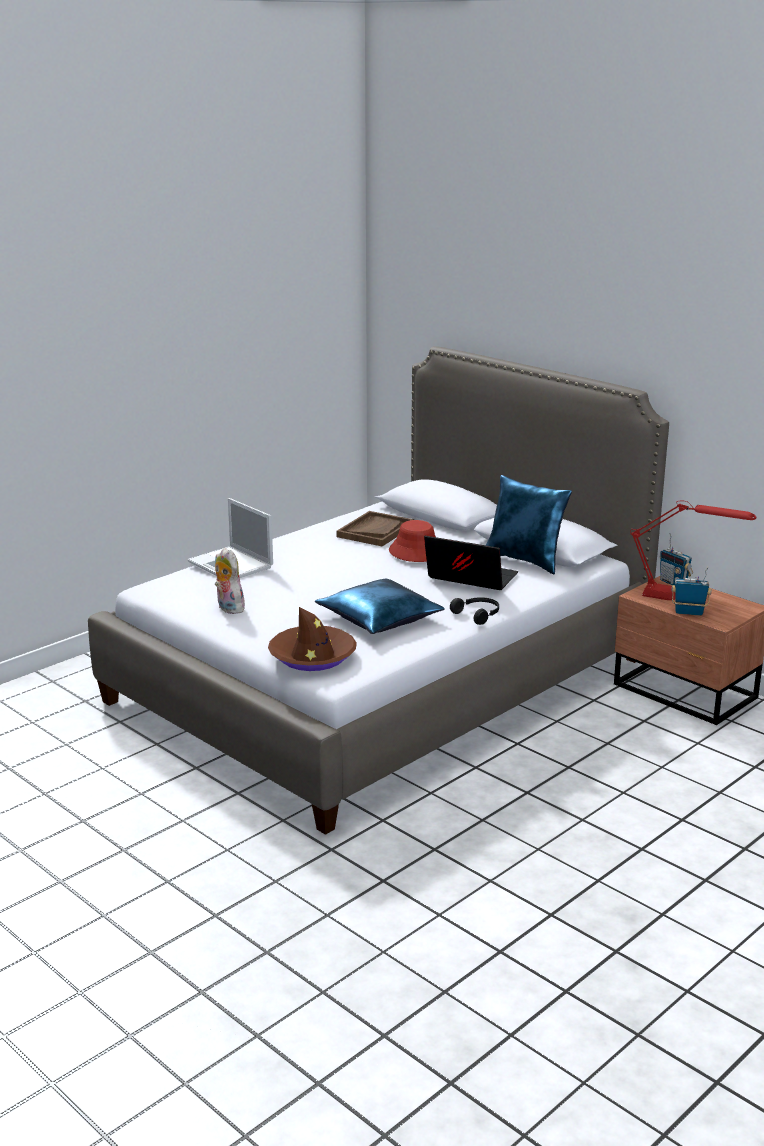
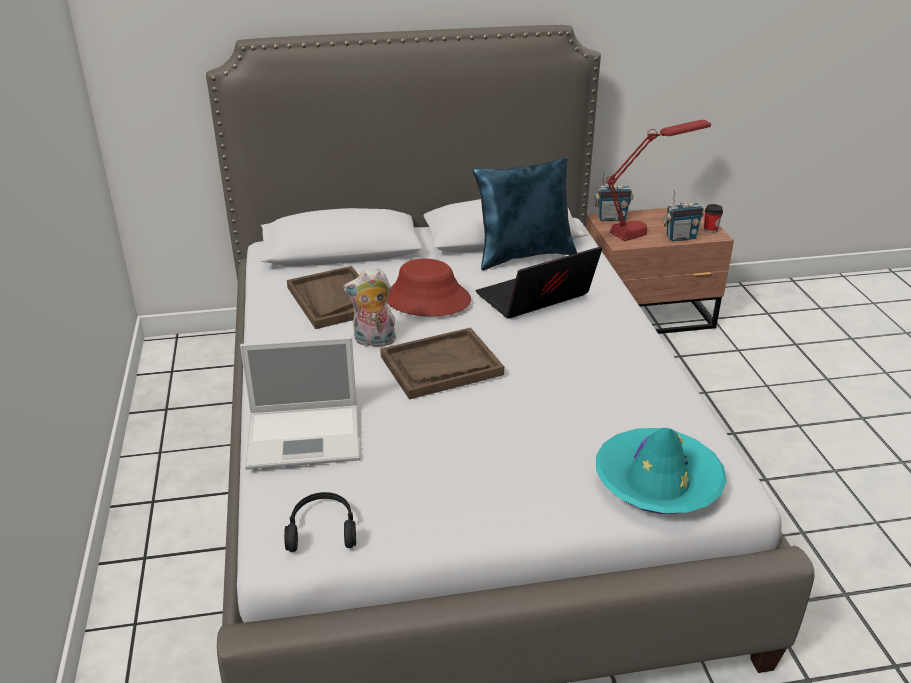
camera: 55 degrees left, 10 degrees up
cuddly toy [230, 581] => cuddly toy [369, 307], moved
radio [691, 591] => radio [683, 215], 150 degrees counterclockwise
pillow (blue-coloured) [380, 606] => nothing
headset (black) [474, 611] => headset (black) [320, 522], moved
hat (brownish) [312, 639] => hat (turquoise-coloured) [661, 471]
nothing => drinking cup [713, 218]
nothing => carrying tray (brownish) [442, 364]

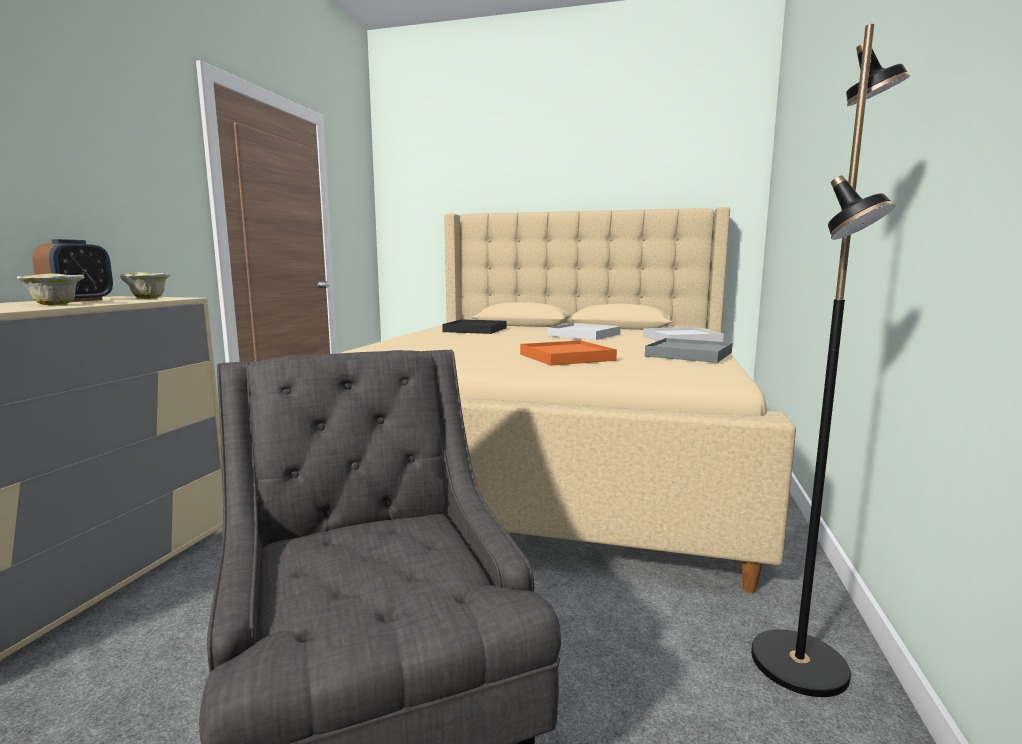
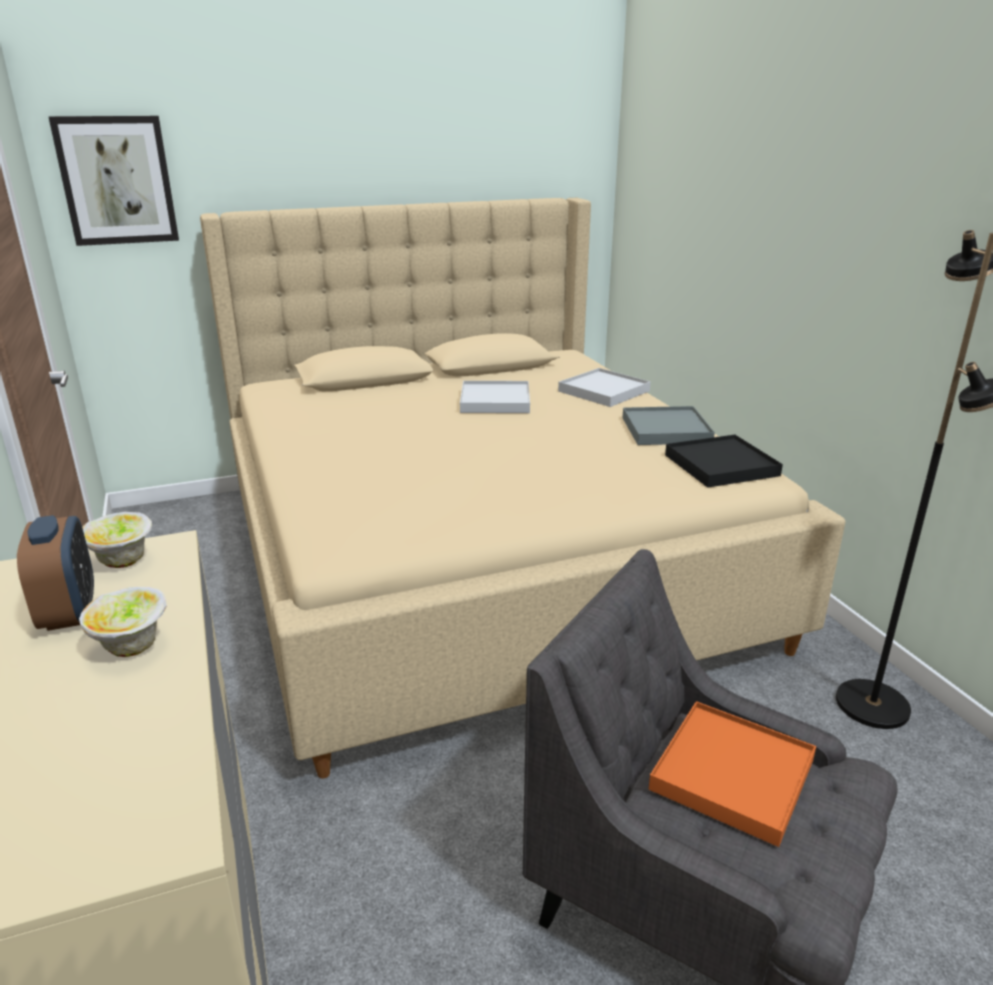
camera: 35 degrees left, 15 degrees up
carrying tray (black) [474, 326] => carrying tray (black) [724, 461], moved
carrying tray (orange) [568, 353] => carrying tray (orange) [732, 774], moved
nothing => picture [114, 181]

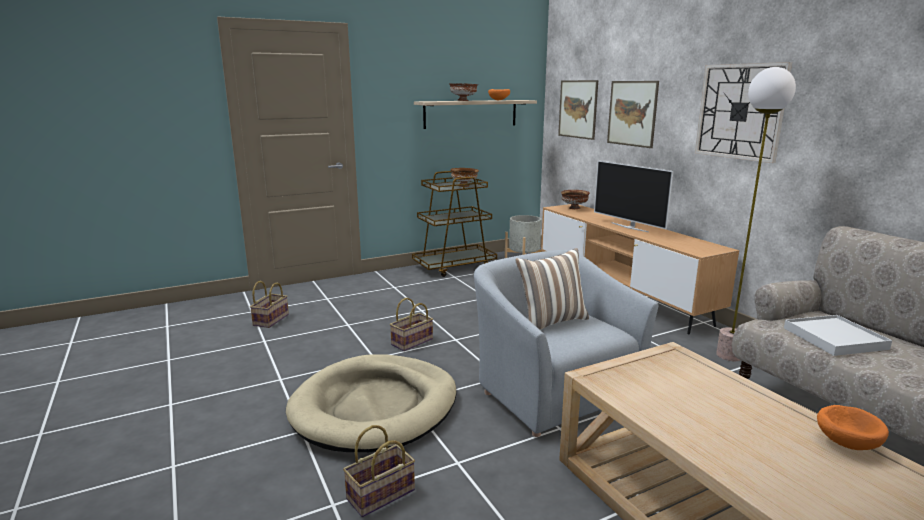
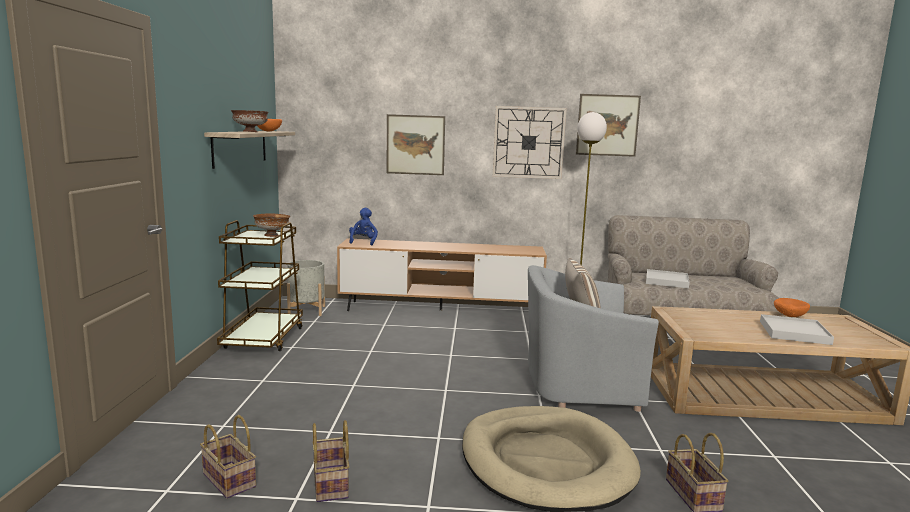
camera: 60 degrees left, 5 degrees down
picture [578, 110] => picture [608, 125], moved
TV set [633, 196] => nothing
bowl (brownish) [575, 199] => cuddly toy (blue-coloured) [363, 226]
household basket [411, 324] => household basket [330, 461], moved
nothing => carrying tray (whitish) [797, 329]

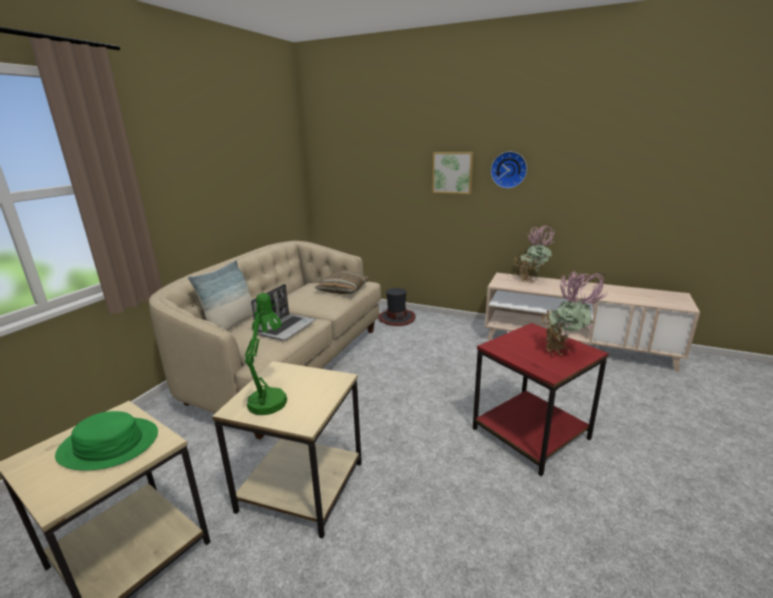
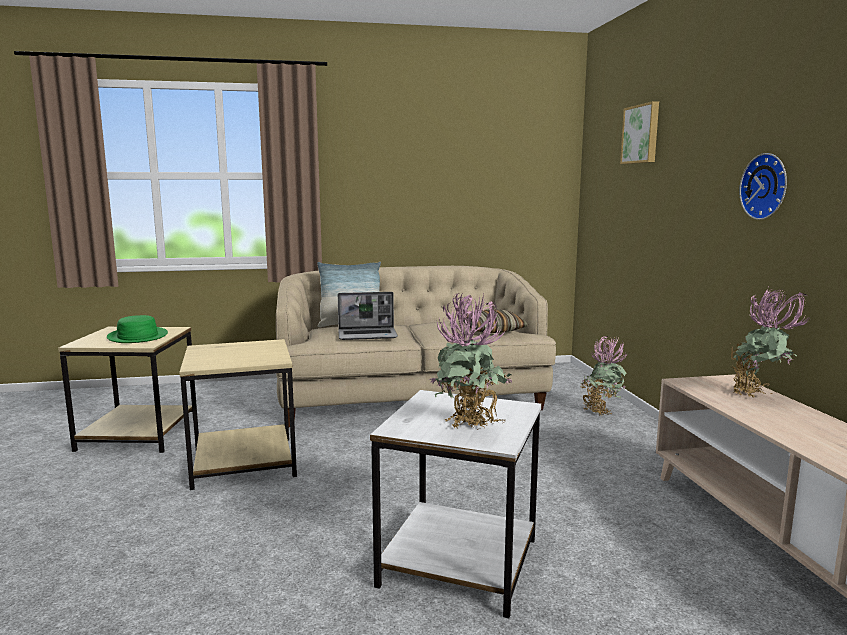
camera: 55 degrees right, 10 degrees down
picture [452, 173] => picture [639, 132], moved
hat [397, 307] => plant in a pot [604, 376]
table lamp (green-coloured) [266, 354] => nothing
accent table (red) [541, 399] => accent table (whitish) [455, 504]

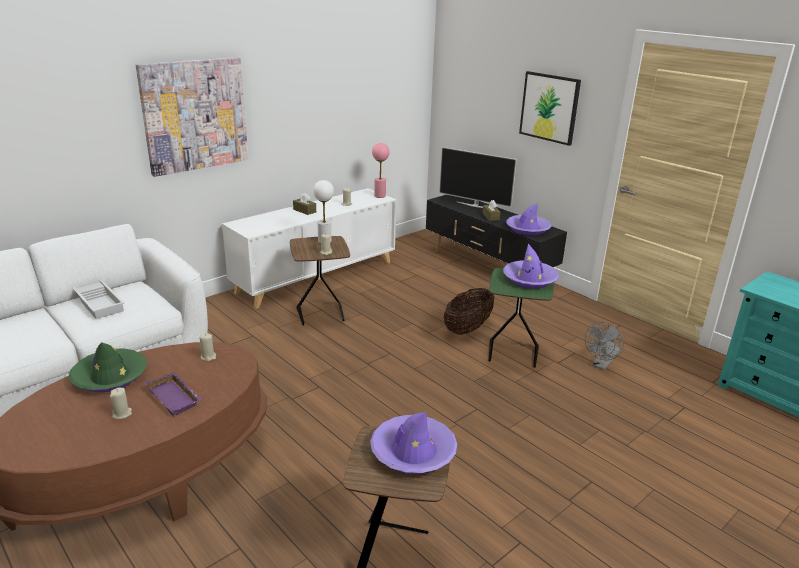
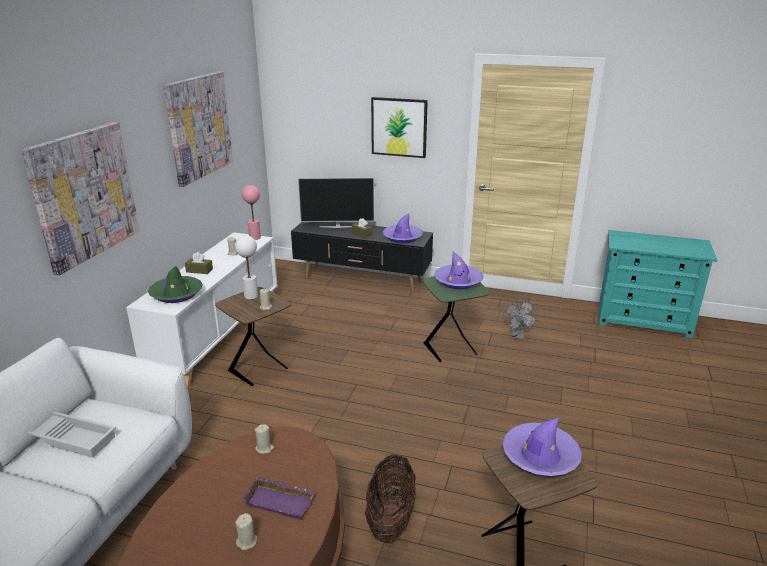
camera: 30 degrees left, 0 degrees up
household basket [469, 311] => household basket [390, 499], moved
hat (green-coloured) [108, 367] => hat (green-coloured) [175, 284], moved
nothing => picture [198, 129]

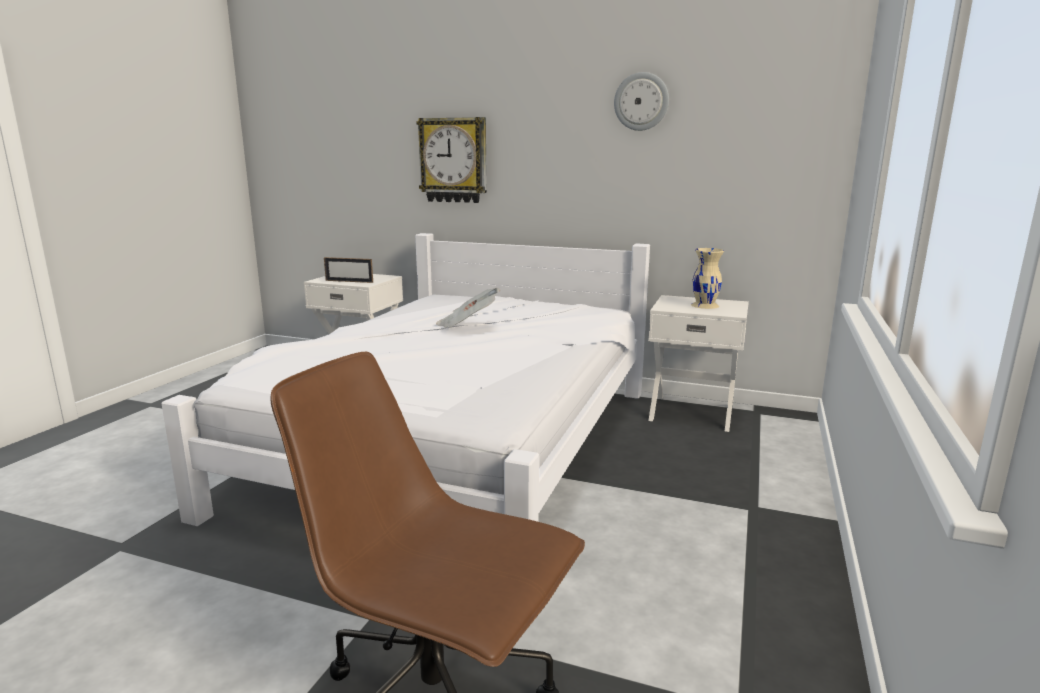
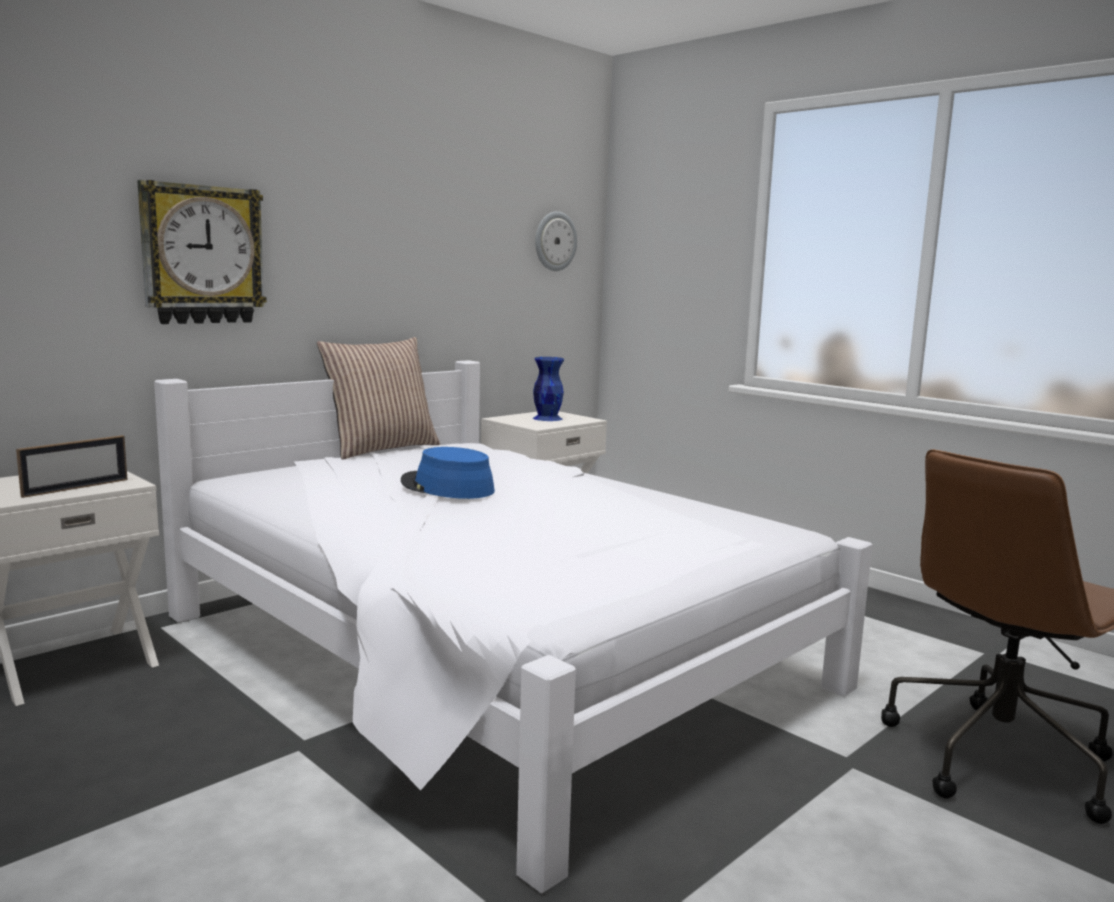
camera: 65 degrees left, 5 degrees down
wall clock [641, 101] => wall clock [556, 241], moved
vase (beige) [707, 278] => vase (blue-coloured) [548, 389]
printed paper [468, 308] => hat (blue-coloured) [448, 473]
nothing => pillow [378, 398]

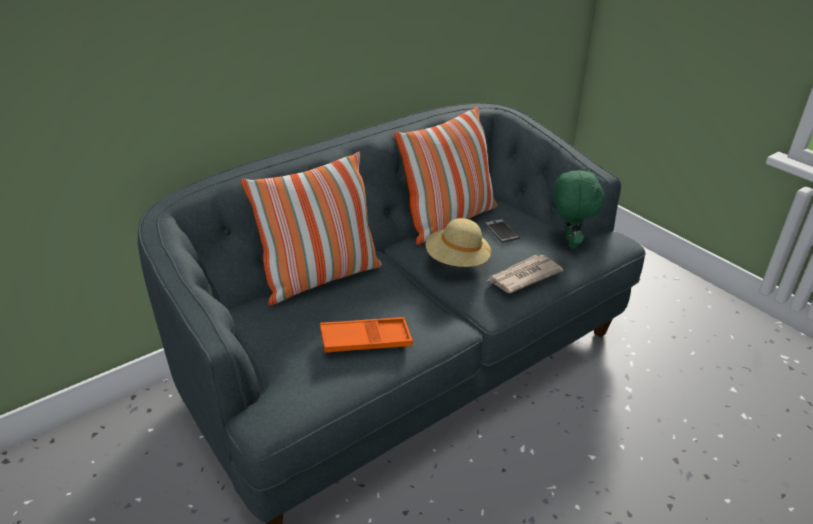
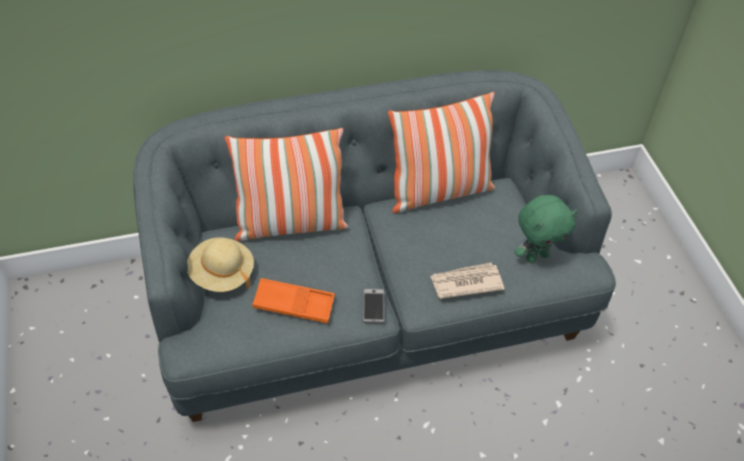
camera: 20 degrees right, 15 degrees up
cuddly toy (green-coloured) [578, 208] => cuddly toy (green-coloured) [546, 229], 45 degrees clockwise
hat (beige) [458, 242] => hat (beige) [220, 264], moved
telephone [502, 231] => telephone [374, 306], moved

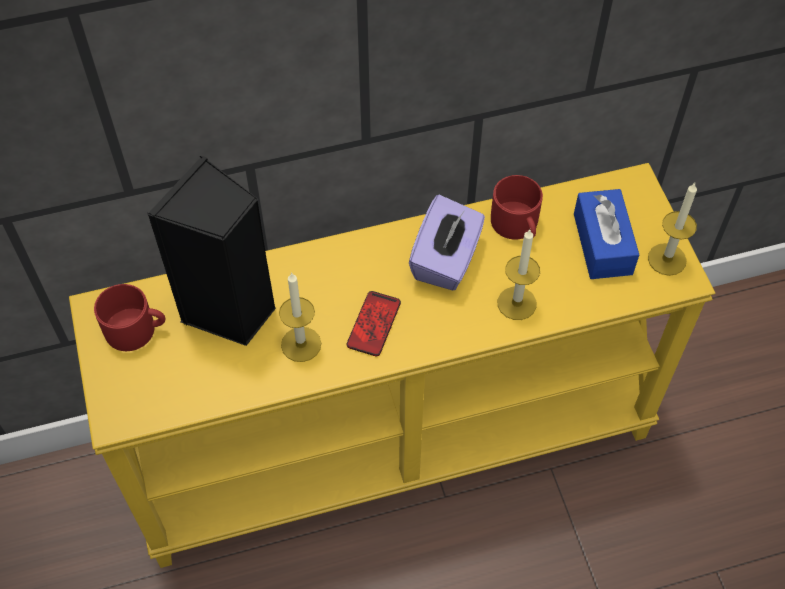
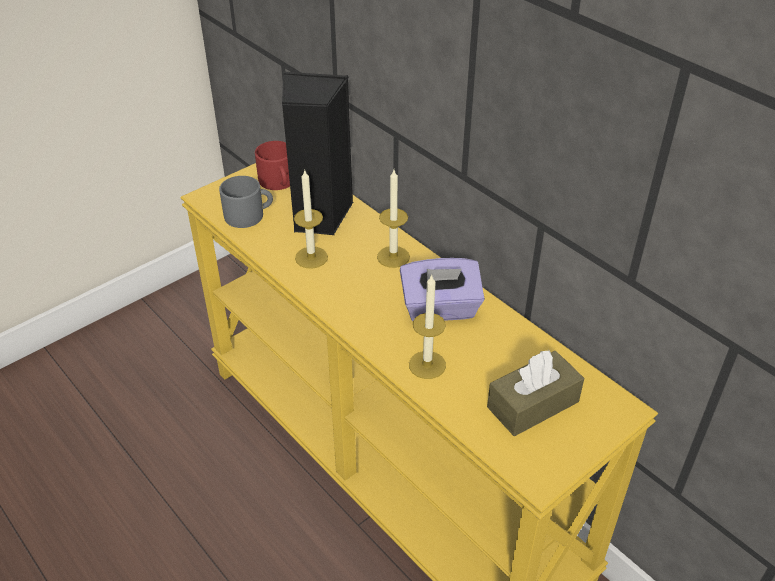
camera: 65 degrees right, 15 degrees down
tea mug (red) [517, 207] => nothing
candle [672, 229] => candle [393, 219], moved
tissue holder (blue-coloured) [606, 234] => tissue holder (brownish) [535, 393]
telephone [374, 323] => nothing
nothing => tea mug (greyish) [246, 202]

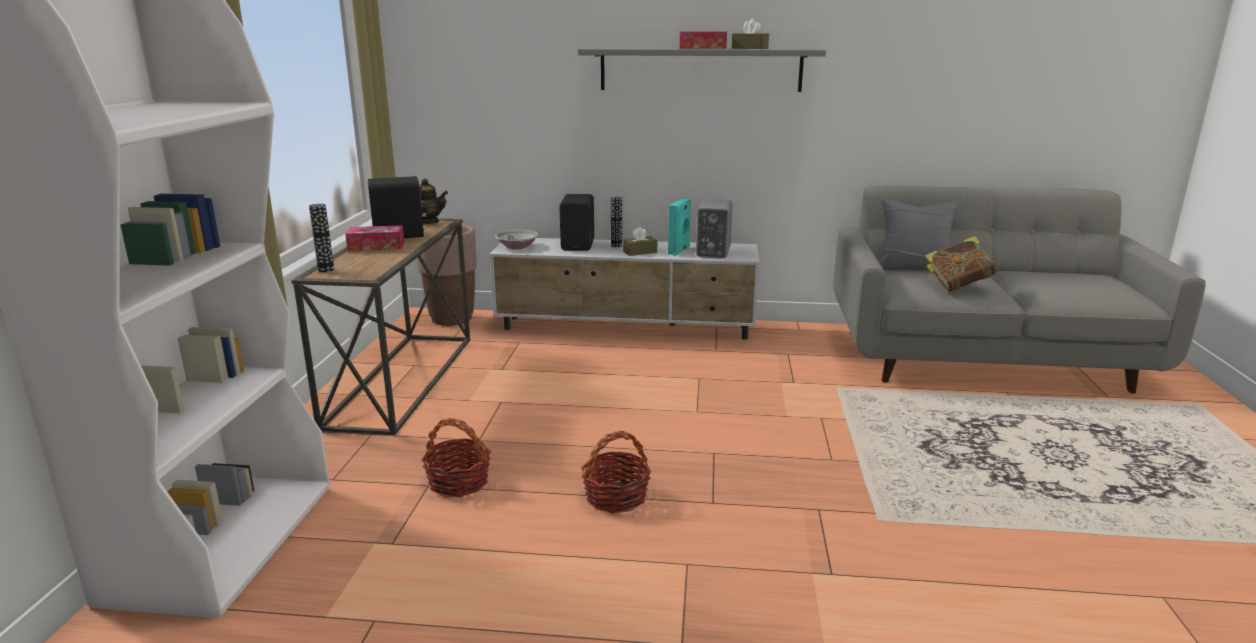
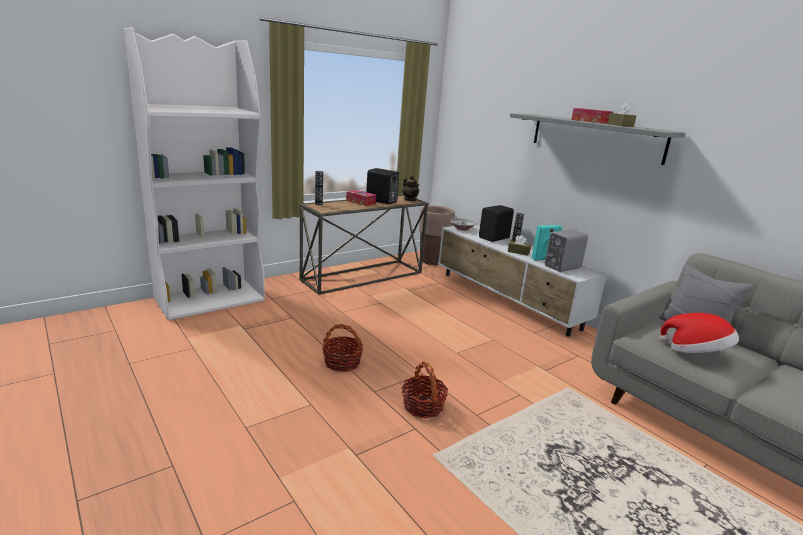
camera: 45 degrees right, 0 degrees up
book [962, 264] => hat [699, 333]
household basket [456, 457] => household basket [425, 389], moved

